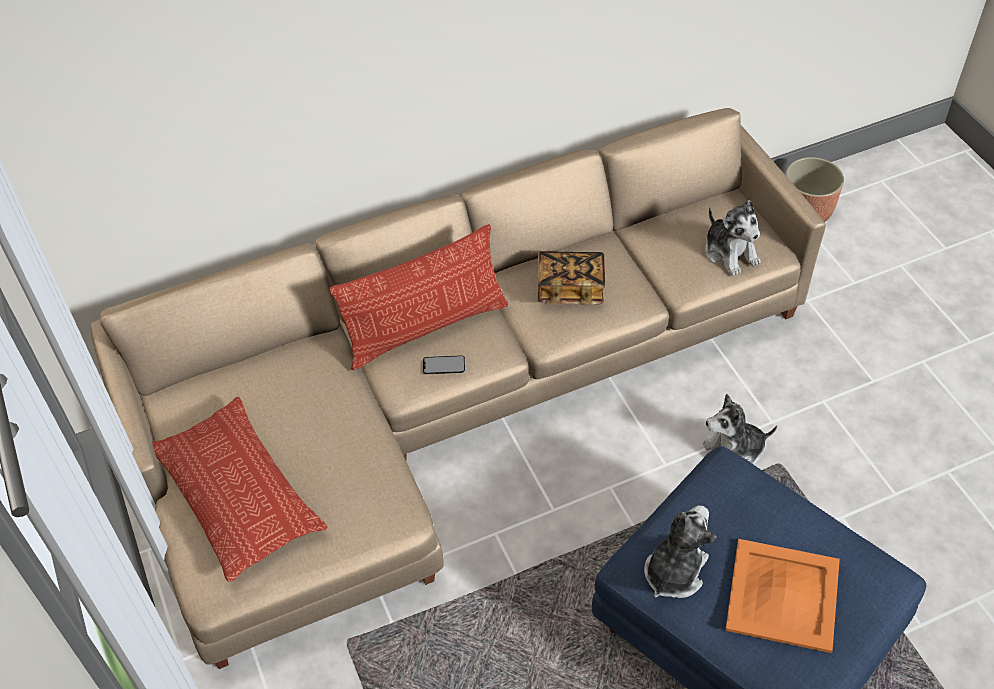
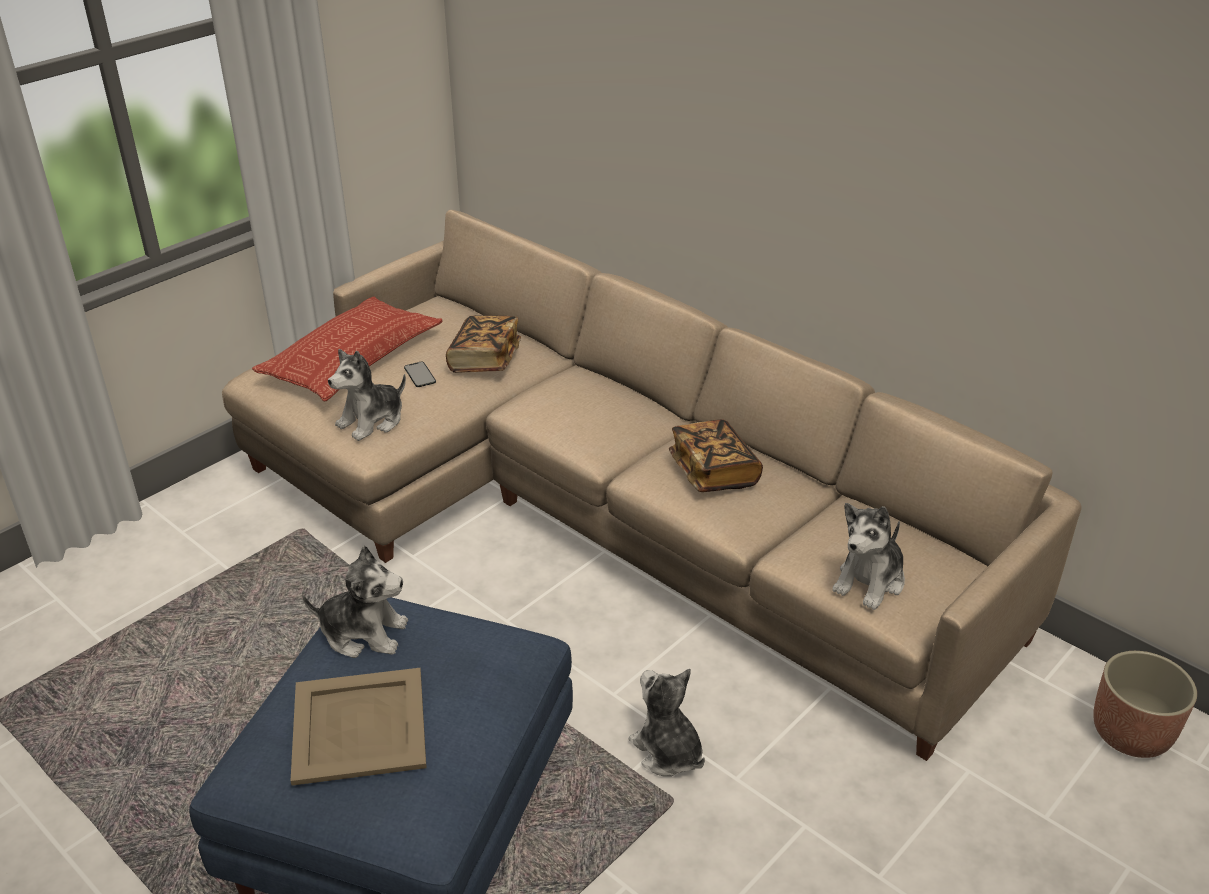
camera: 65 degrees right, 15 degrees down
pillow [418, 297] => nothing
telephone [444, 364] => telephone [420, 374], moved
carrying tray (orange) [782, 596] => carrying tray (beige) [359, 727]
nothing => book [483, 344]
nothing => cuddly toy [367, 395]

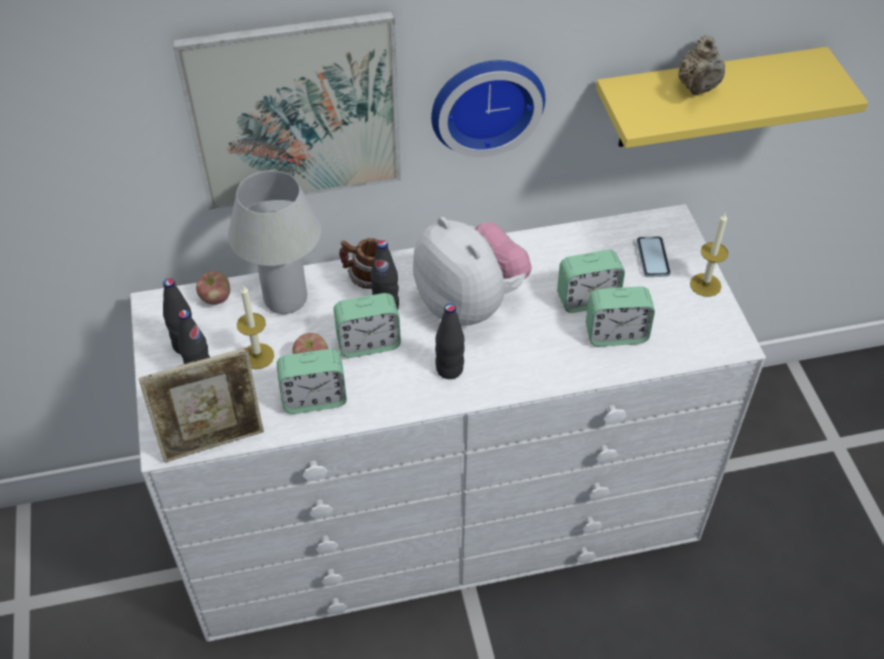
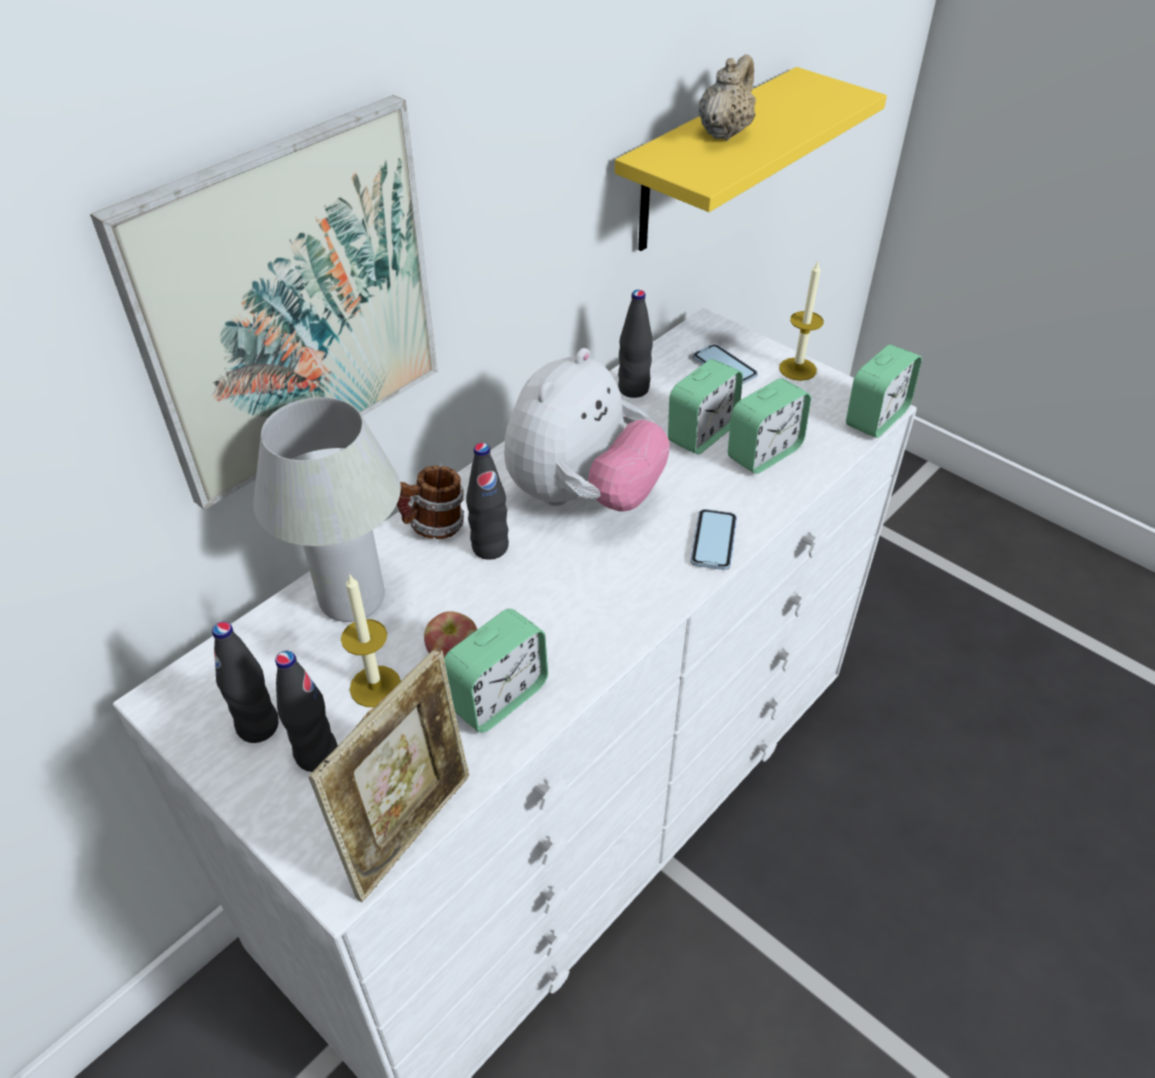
camera: 35 degrees left, 5 degrees down
pot for tea (beige) [701, 65] => pot for tea (beige) [727, 97], 135 degrees counterclockwise
wall clock [488, 108] => nothing
cuddly toy [472, 271] => cuddly toy [587, 430], 105 degrees clockwise
apple fruit [213, 288] => nothing
table clock [367, 325] => table clock [884, 391], moved
bottle (black) [450, 341] => bottle (black) [635, 344], moved
nothing => telephone [714, 539]

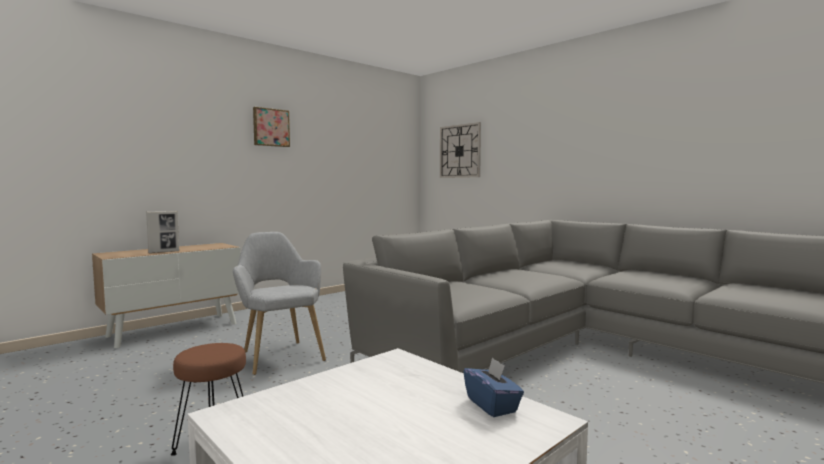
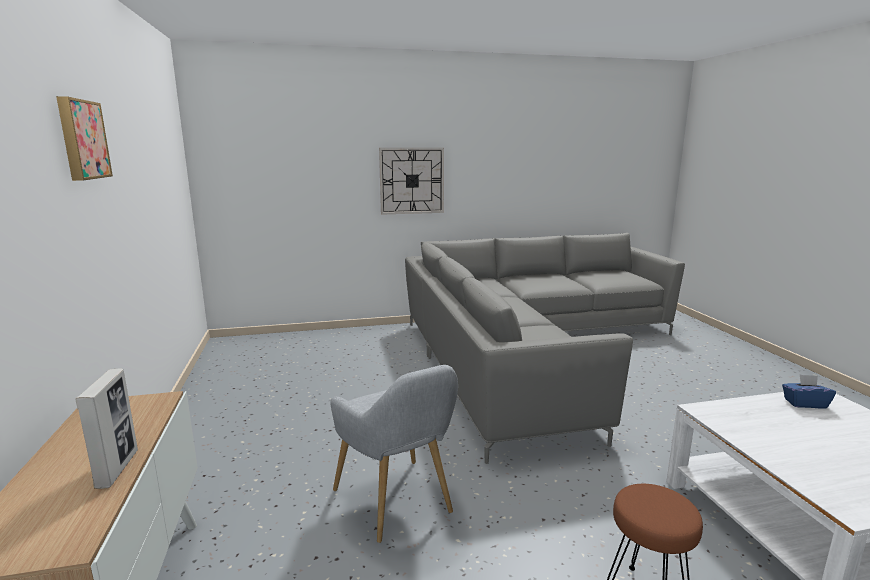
camera: 60 degrees left, 10 degrees up
wall clock [460, 150] => wall clock [411, 181], moved
lounge chair (greyish) [279, 303] => lounge chair (greyish) [394, 454], 120 degrees counterclockwise

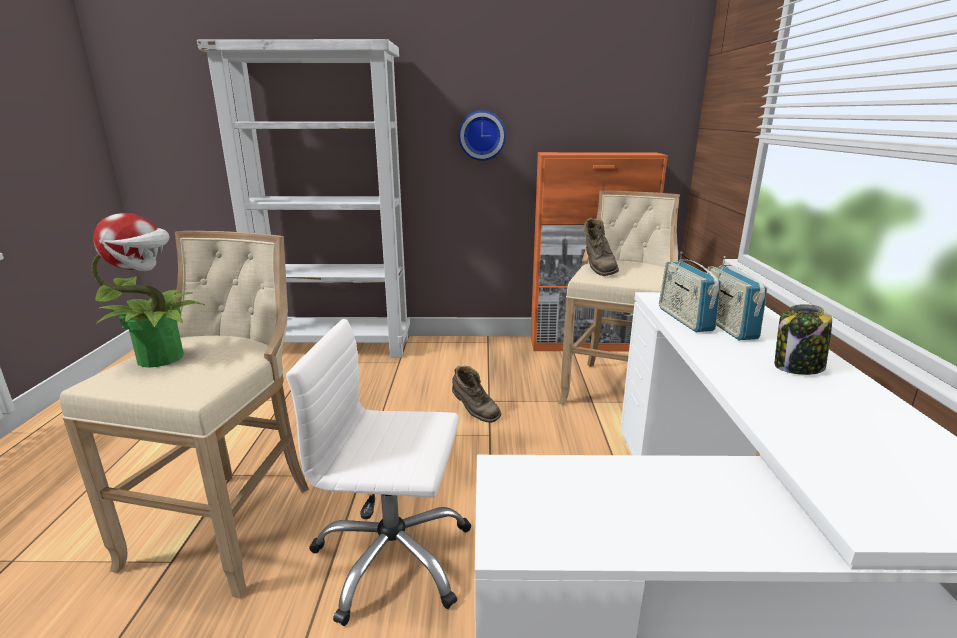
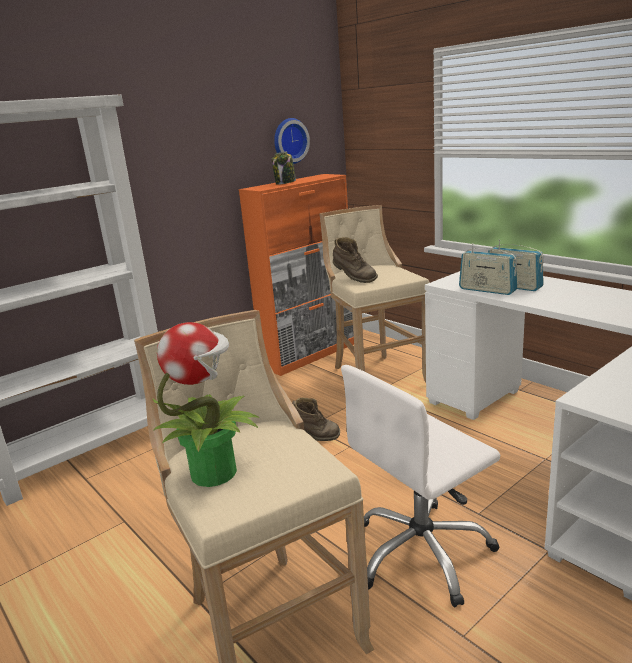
camera: 40 degrees left, 0 degrees up
wall clock [482, 135] => wall clock [292, 141], moved
preserve jar [803, 339] => preserve jar [284, 168], moved

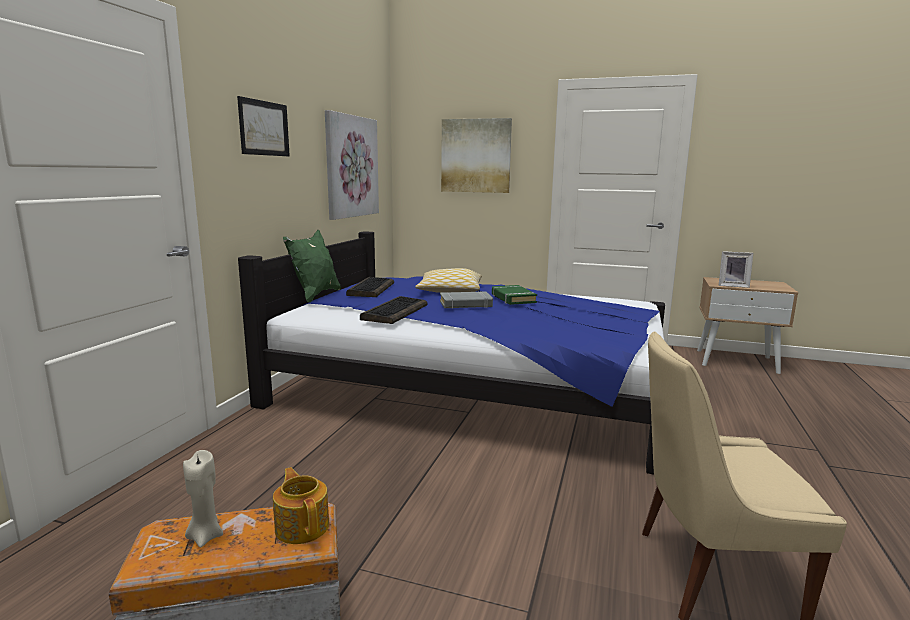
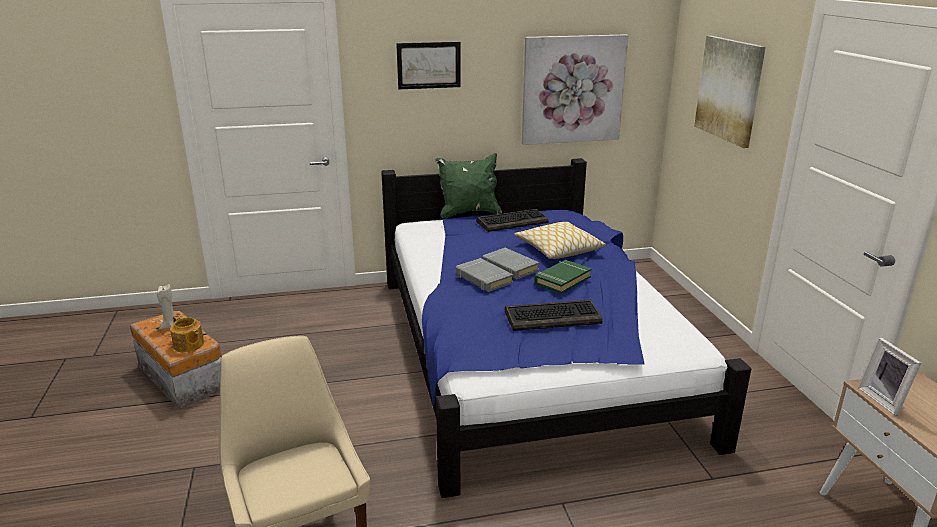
camera: 60 degrees right, 10 degrees up
PC keyboard [393, 310] => PC keyboard [553, 315], moved
pot for tea [301, 505] => pot for tea [187, 334], 105 degrees clockwise
nothing => book (greyish) [485, 275]

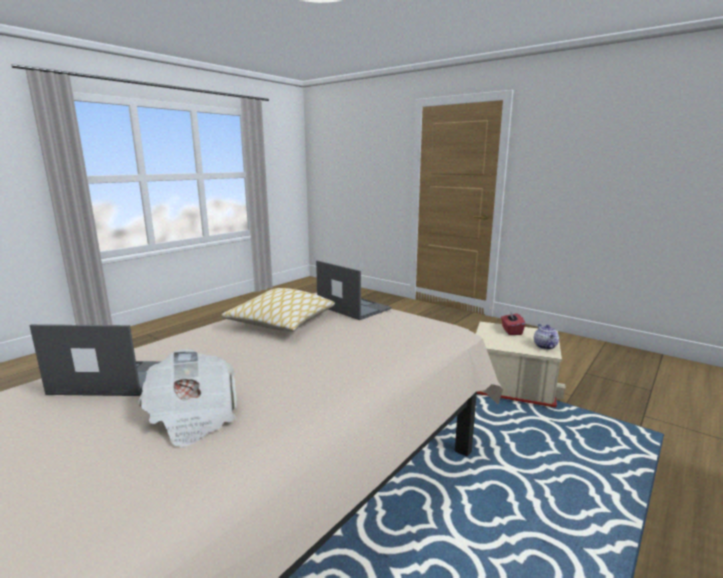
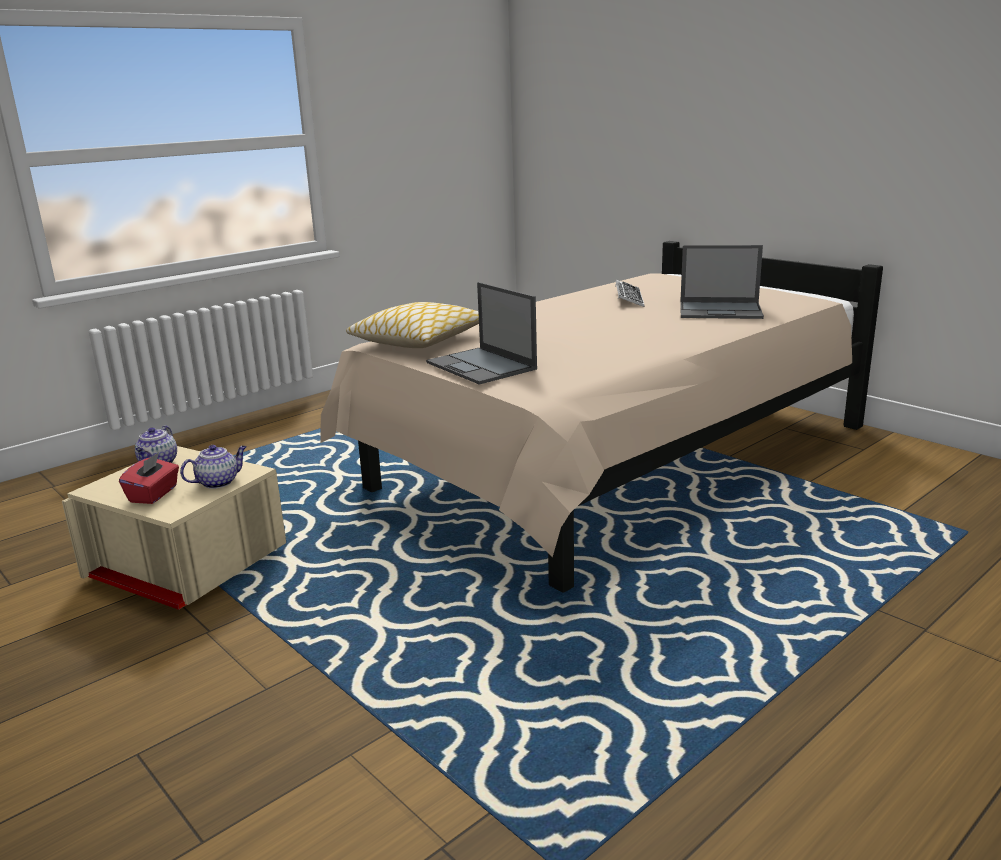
camera: 170 degrees left, 5 degrees up
pillow [278, 310] => pillow [412, 325], moved
printed paper [188, 398] => PC keyboard [629, 293]
nothing => pot for tea [213, 467]

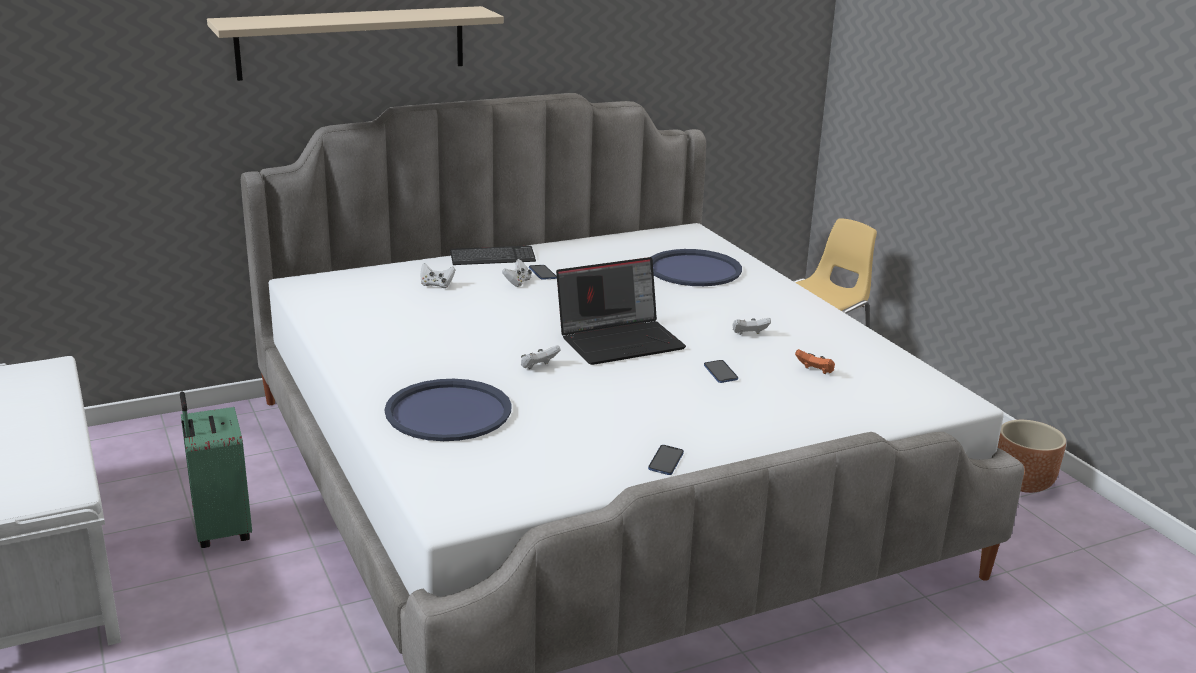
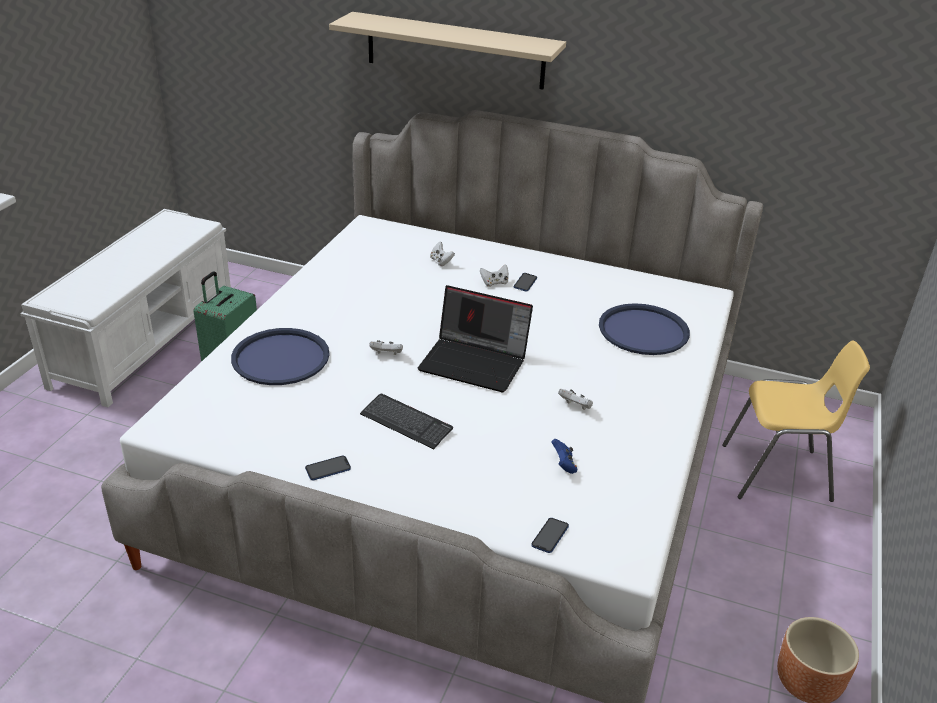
camera: 45 degrees right, 10 degrees up
PC keyboard [493, 255] => PC keyboard [406, 421], moved
game controller (orange) [815, 361] => game controller (blue-coloured) [564, 456]
telephone [721, 371] => telephone [550, 535], moved

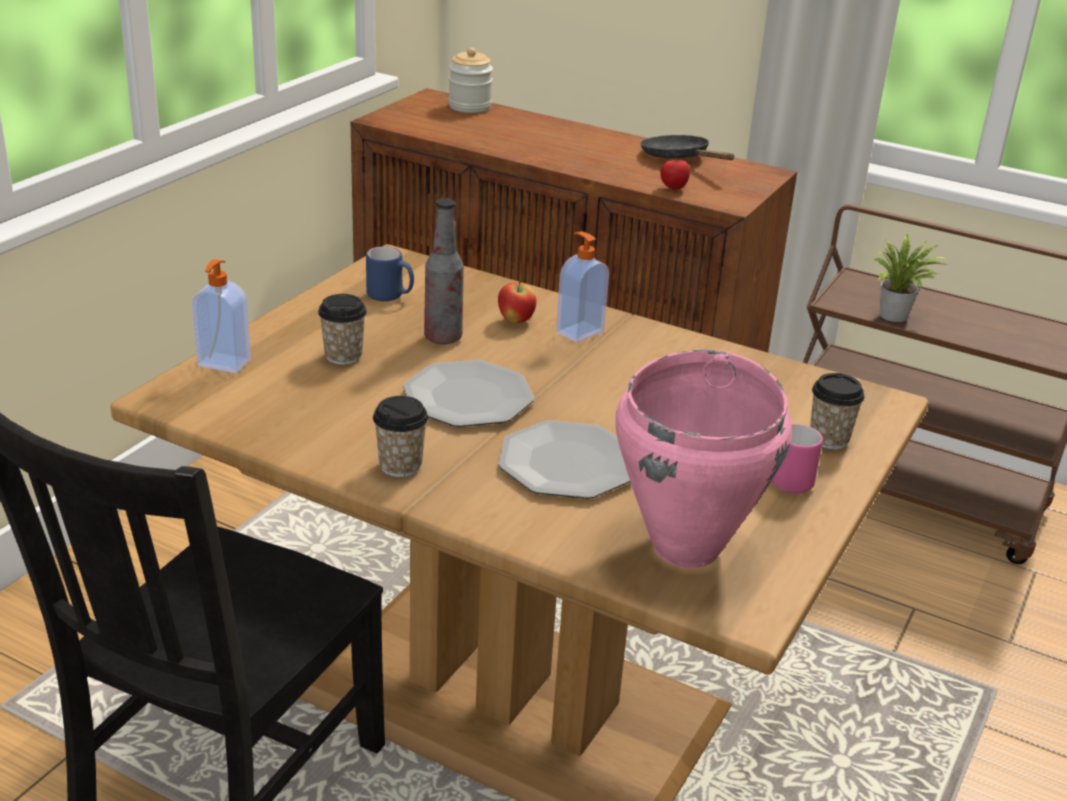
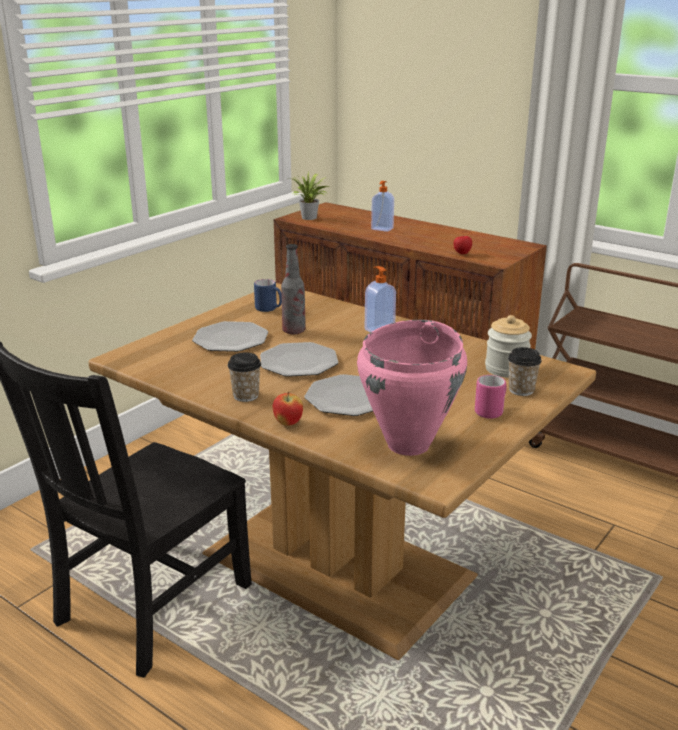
camera: 10 degrees right, 5 degrees down
preserve jar [470, 80] => preserve jar [508, 346], moved
pan (black) [688, 147] => nothing
plant in a pot [911, 277] => plant in a pot [311, 196], moved
liquid soap bottle [221, 316] => liquid soap bottle [382, 206], moved
apple fruit [517, 301] => apple fruit [288, 409], moved
drinking cup [342, 329] => plate [230, 336]

